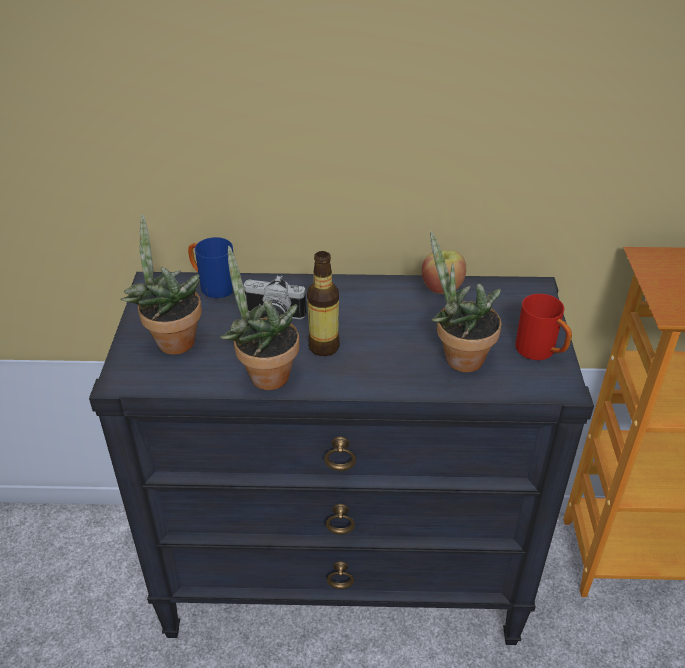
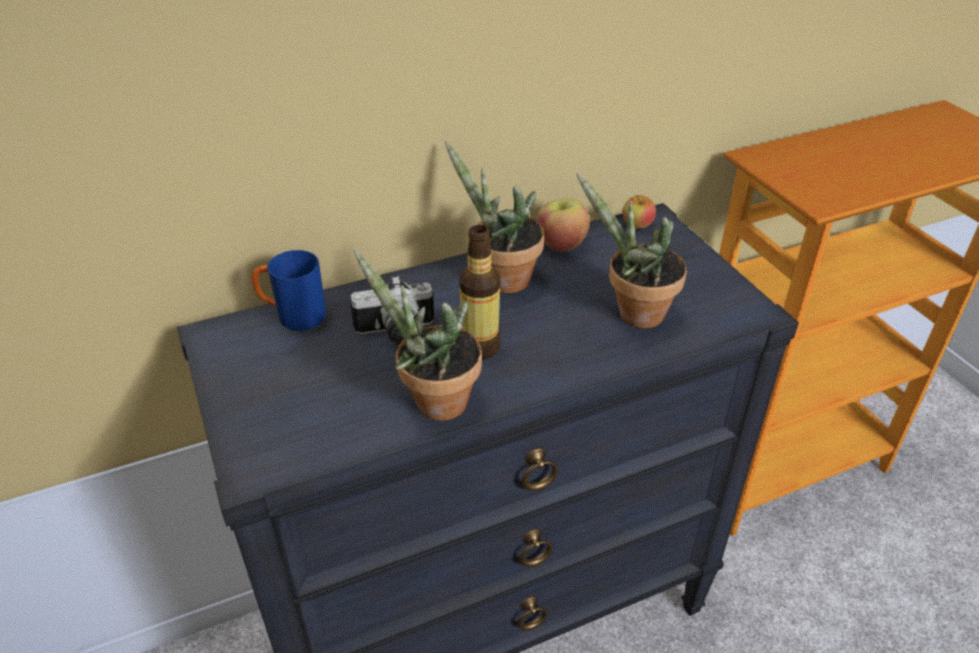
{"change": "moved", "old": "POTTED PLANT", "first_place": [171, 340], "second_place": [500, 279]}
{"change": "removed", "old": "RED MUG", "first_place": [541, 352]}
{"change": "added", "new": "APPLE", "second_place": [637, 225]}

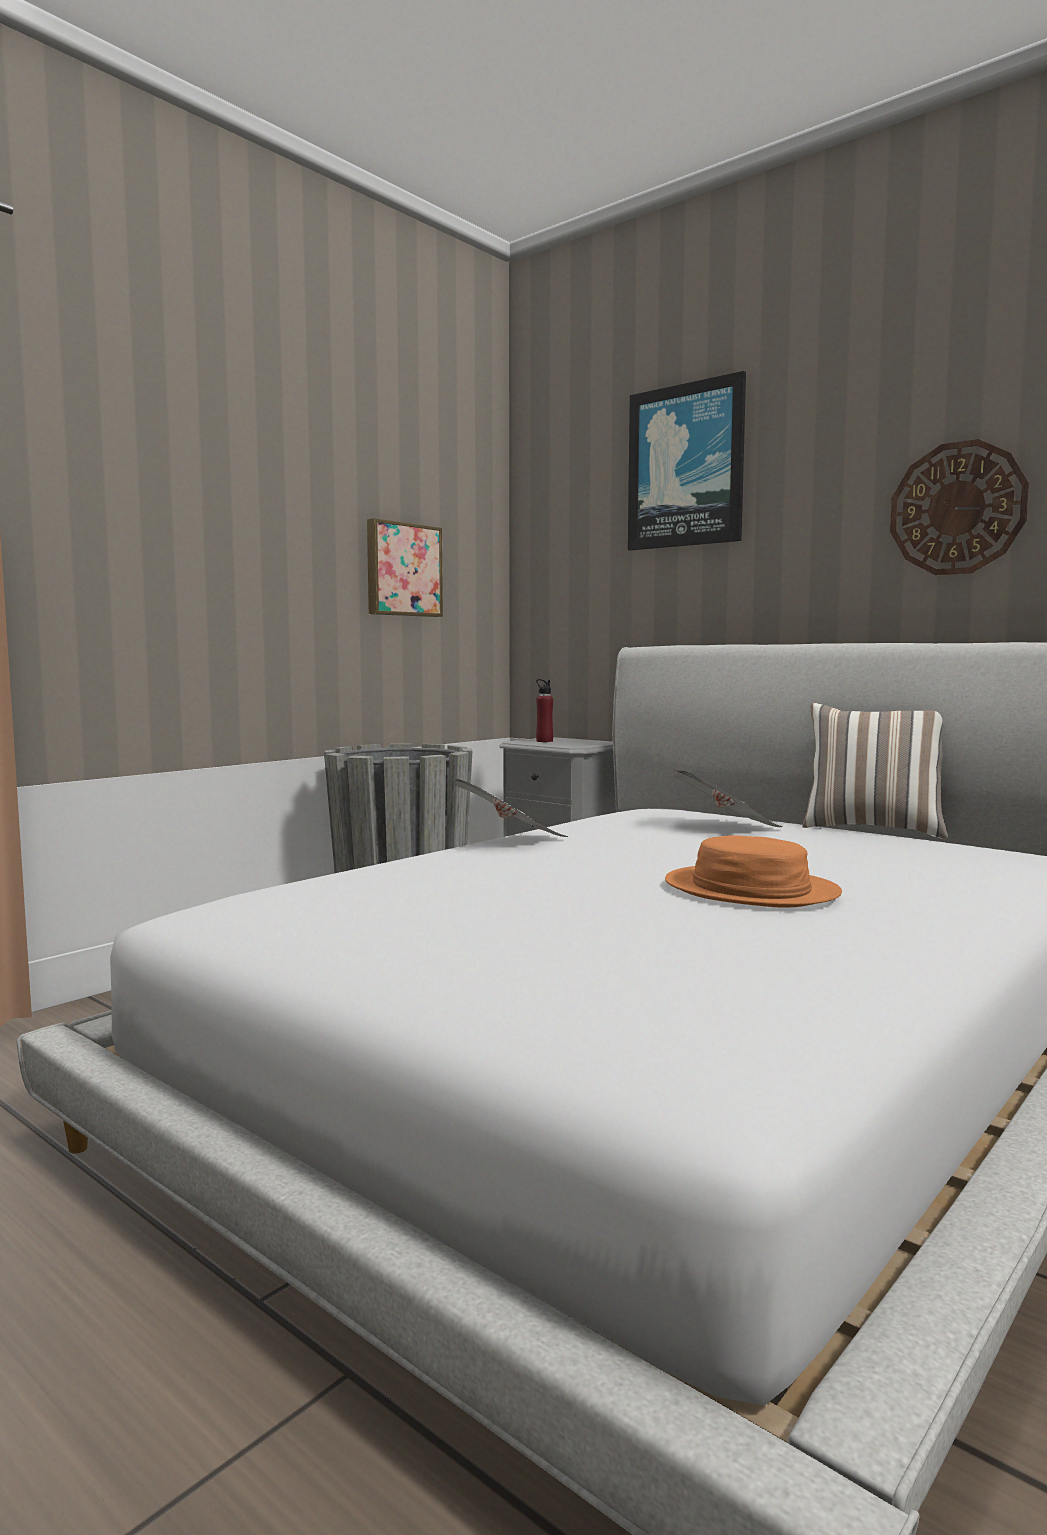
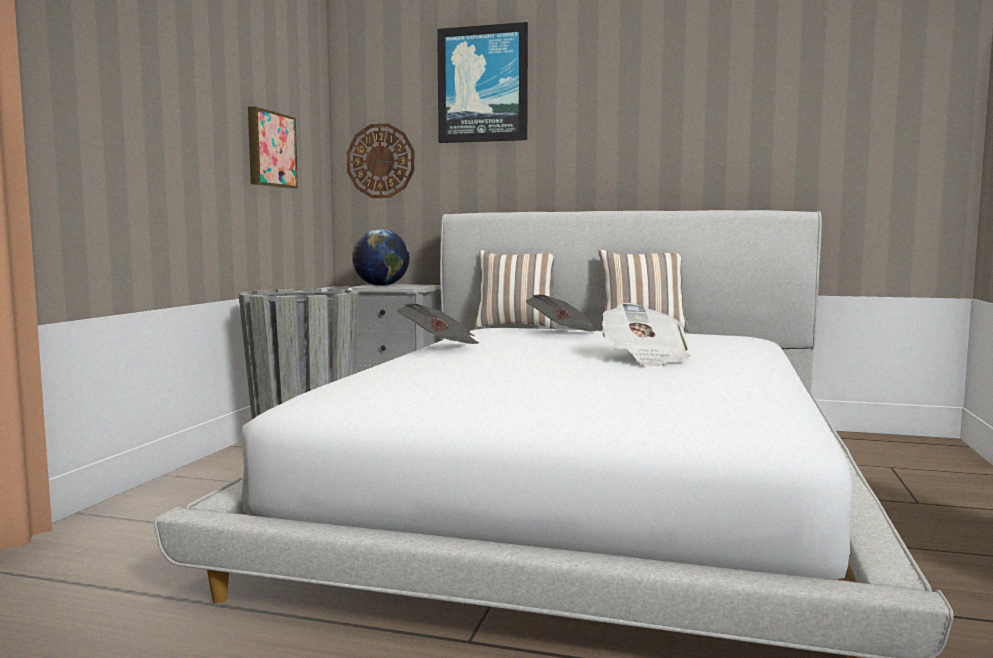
{"change": "moved", "old": "WALL CLOCK", "first_place": [957, 508], "second_place": [381, 161]}
{"change": "replaced", "old": "RED BOTTLE", "new": "GLOBE", "first_place": [544, 741], "second_place": [381, 285]}
{"change": "replaced", "old": "ORANGE HAT", "new": "NEWSPAPER", "first_place": [750, 890], "second_place": [644, 359]}
{"change": "added", "new": "PILLOW", "second_place": [517, 326]}

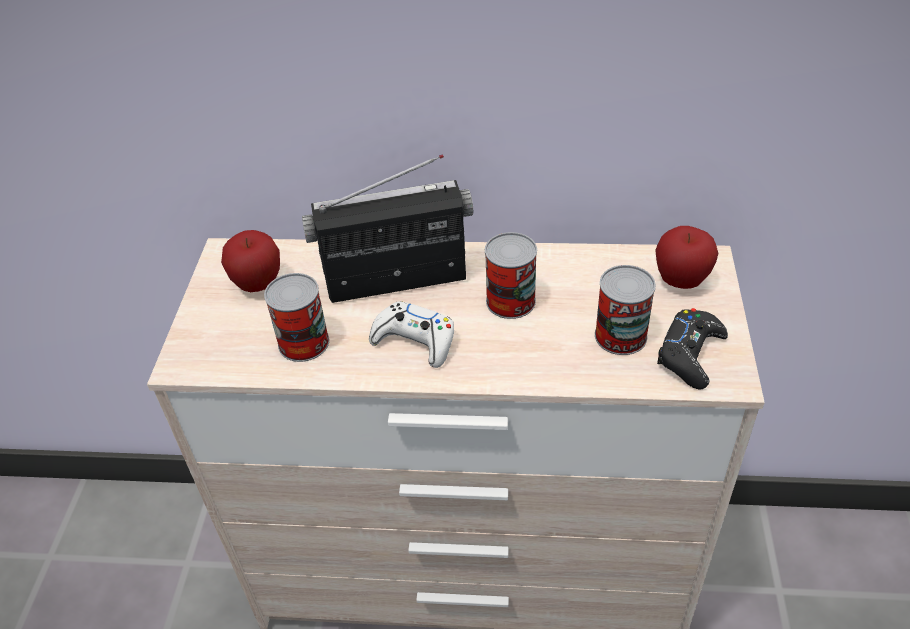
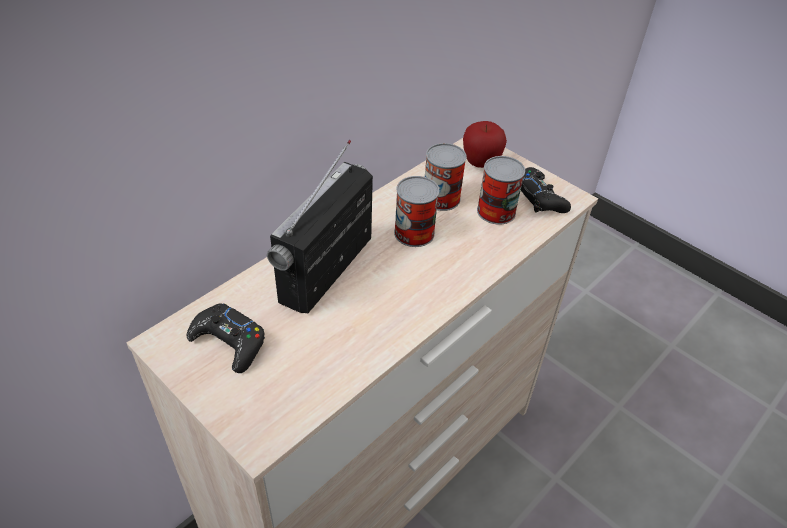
{"change": "replaced", "old": "APPLE", "new": "BLACK GAME CONTROLLER", "first_place": [258, 284], "second_place": [229, 343]}
{"change": "moved", "old": "CAN", "first_place": [303, 342], "second_place": [441, 198]}
{"change": "removed", "old": "WHITE GAME CONTROLLER", "first_place": [415, 341]}

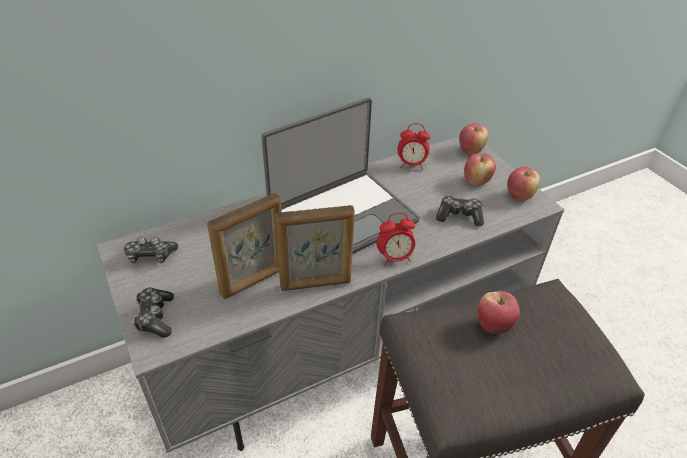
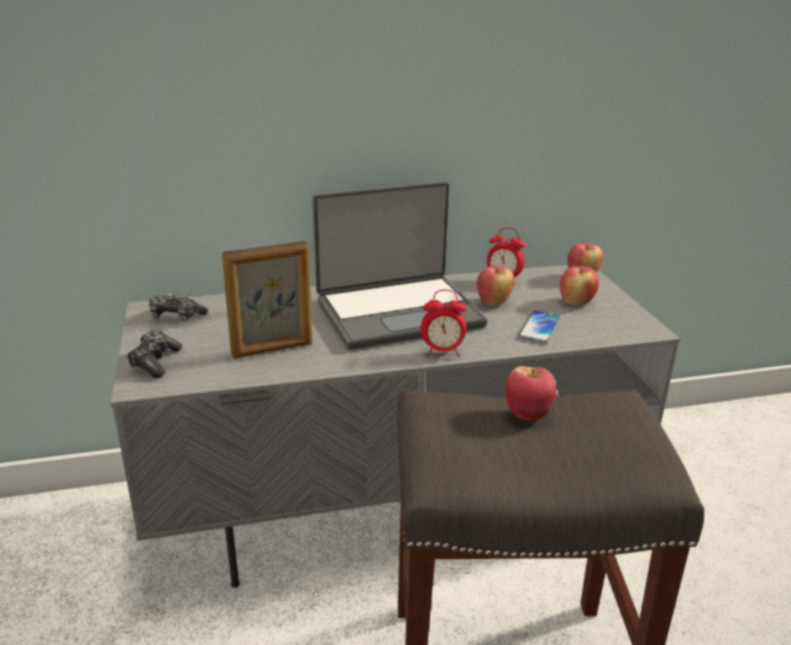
{"change": "moved", "old": "APPLE", "first_place": [519, 196], "second_place": [493, 302]}
{"change": "replaced", "old": "GAME CONTROLLER", "new": "PHONE", "first_place": [459, 216], "second_place": [539, 328]}
{"change": "removed", "old": "PICTURE FRAME", "first_place": [316, 284]}

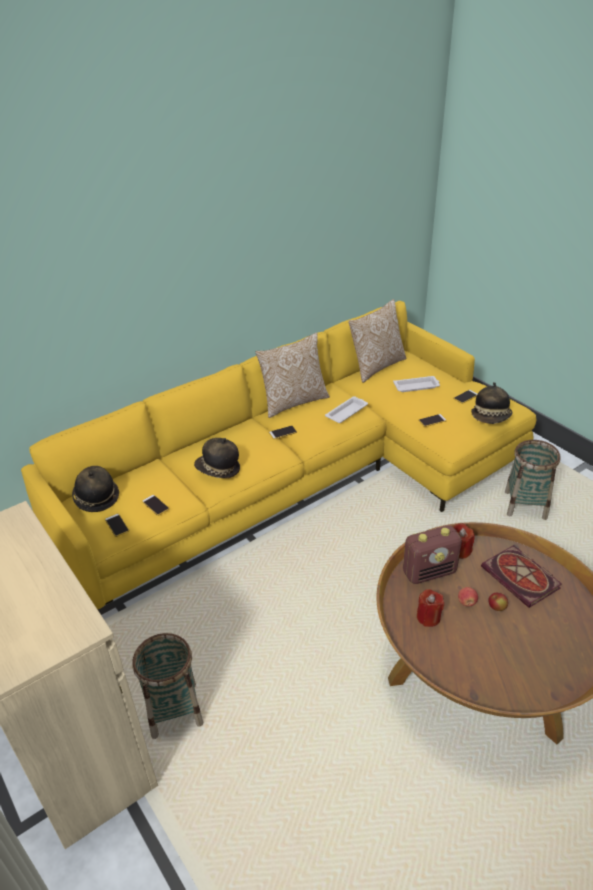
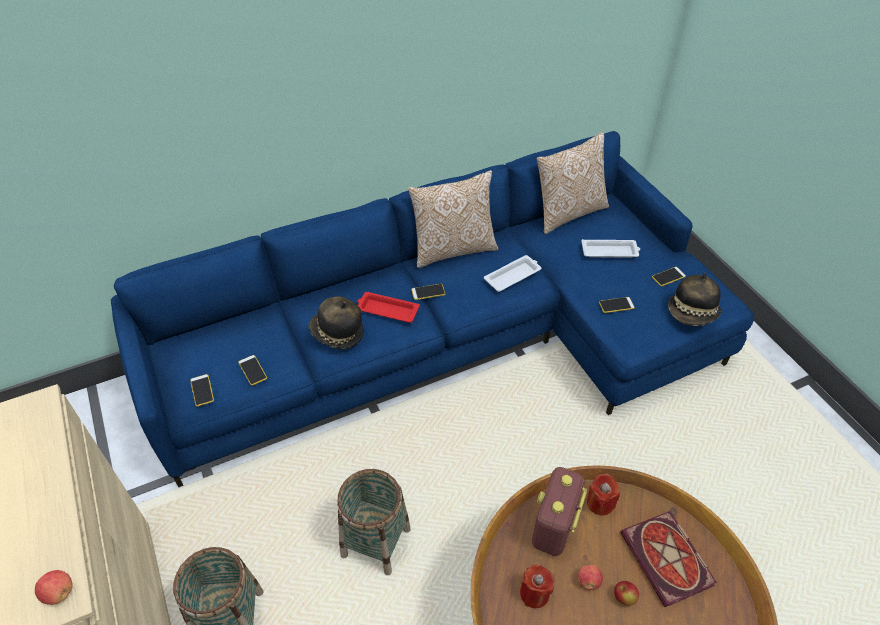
{"change": "recoloured", "old": "YELLOW SOFA", "new": "BLUE SOFA", "first_place": [304, 480], "second_place": [454, 342]}
{"change": "moved", "old": "BASKET", "first_place": [525, 505], "second_place": [376, 542]}
{"change": "removed", "old": "HAT", "first_place": [96, 498]}
{"change": "turned", "old": "RADIO", "first_place": [429, 572], "second_place": [554, 527], "degrees": 120}
{"change": "added", "new": "RED TRAY", "second_place": [387, 310]}
{"change": "added", "new": "APPLE", "second_place": [59, 593]}

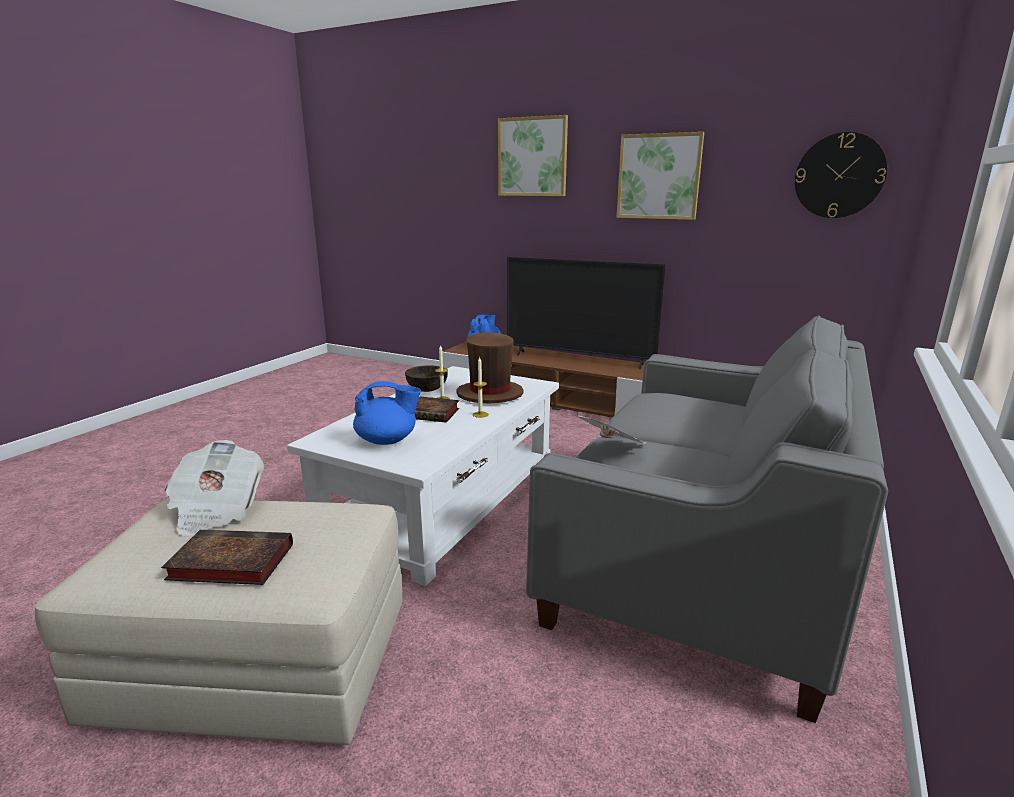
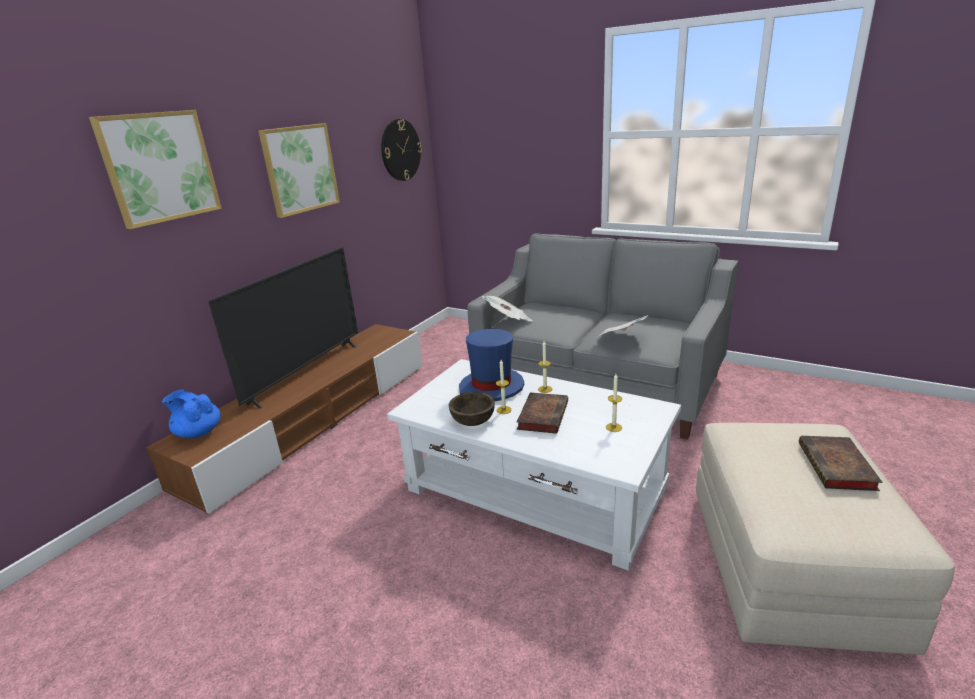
{"change": "recoloured", "old": "BROWN HAT", "new": "BLUE HAT", "first_place": [489, 394], "second_place": [491, 387]}
{"change": "replaced", "old": "BLUE TEAPOT", "new": "CANDLE", "first_place": [387, 440], "second_place": [613, 427]}
{"change": "moved", "old": "NEWSPAPER", "first_place": [216, 509], "second_place": [508, 320]}

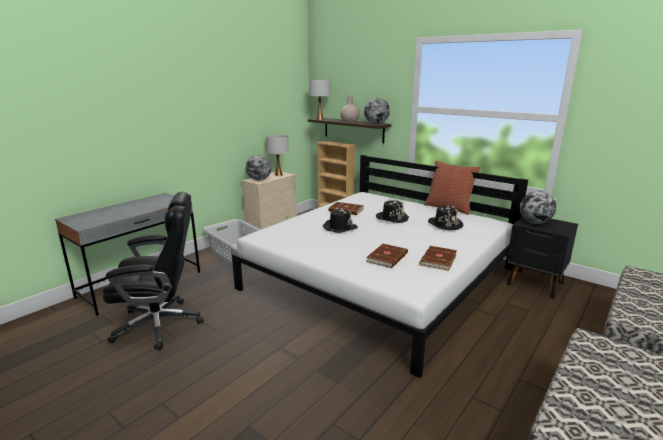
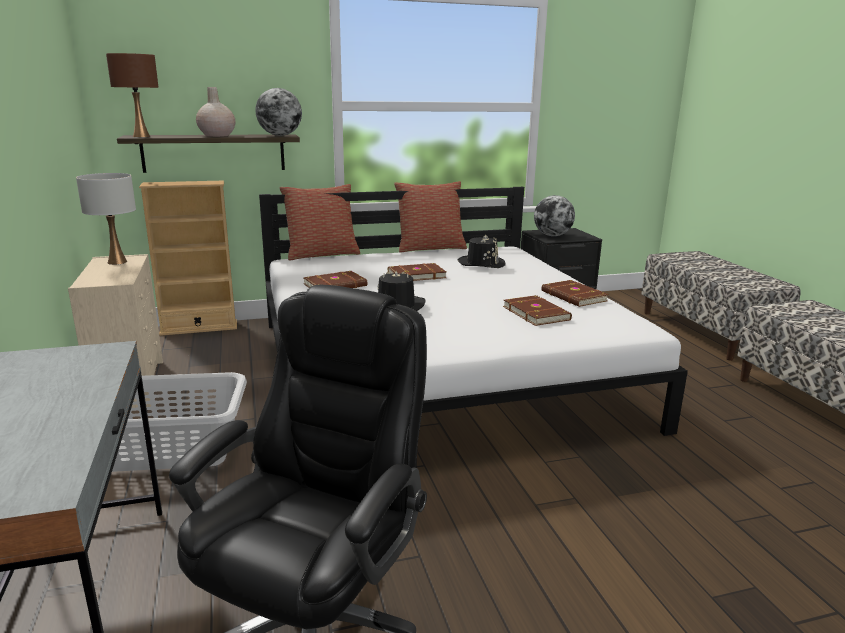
{"change": "recoloured", "old": "WHITE TABLE LAMP", "new": "BROWN TABLE LAMP", "first_place": [319, 119], "second_place": [141, 136]}
{"change": "removed", "old": "GLOBE", "first_place": [259, 180]}
{"change": "replaced", "old": "BLACK HAT", "new": "BROWN BOOK", "first_place": [392, 218], "second_place": [416, 275]}
{"change": "added", "new": "PILLOW", "second_place": [322, 254]}

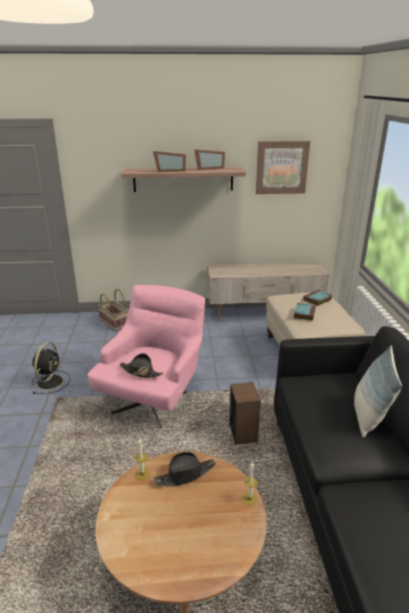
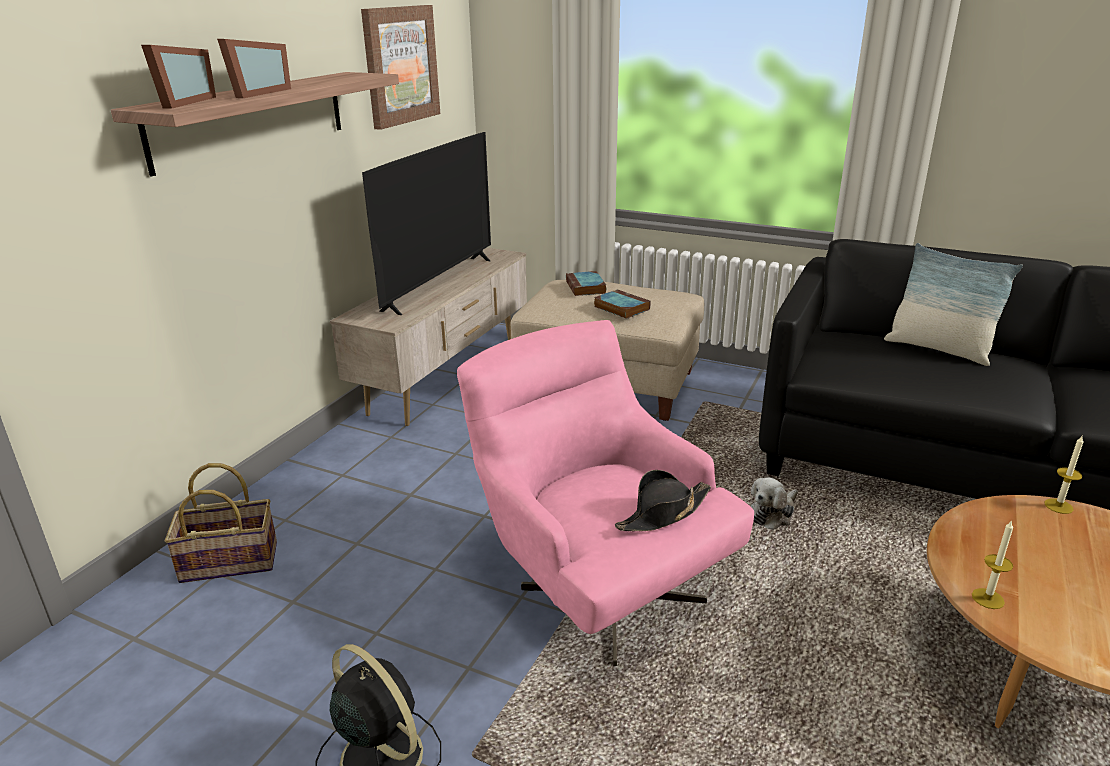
{"change": "moved", "old": "PICTURE FRAME", "first_place": [208, 168], "second_place": [180, 103]}
{"change": "replaced", "old": "SPEAKER", "new": "PLUSH TOY", "first_place": [243, 433], "second_place": [773, 514]}
{"change": "removed", "old": "BLACK HAT", "first_place": [185, 474]}
{"change": "added", "new": "TELEVISION", "second_place": [439, 284]}

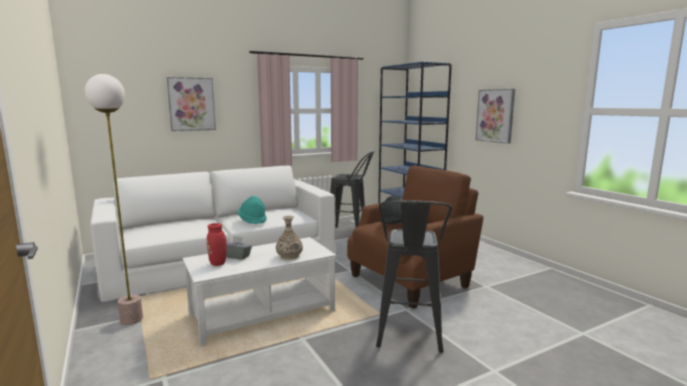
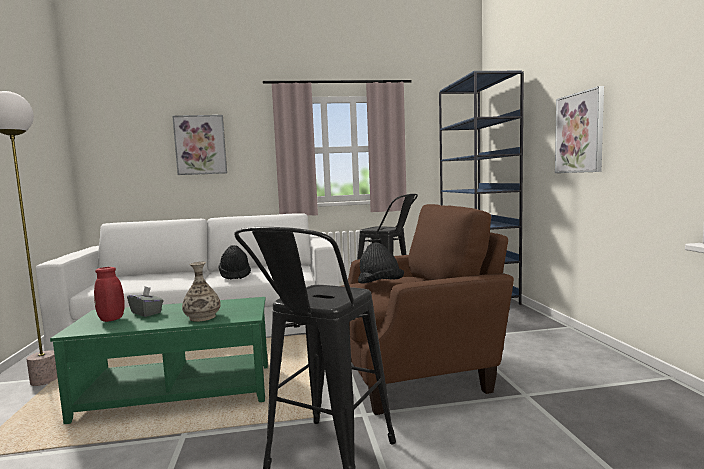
{"change": "recoloured", "old": "TURQUOISE HAT", "new": "BLACK HAT", "first_place": [253, 220], "second_place": [235, 275]}
{"change": "recoloured", "old": "WHITE COFFEE TABLE", "new": "GREEN COFFEE TABLE", "first_place": [262, 312], "second_place": [179, 391]}

